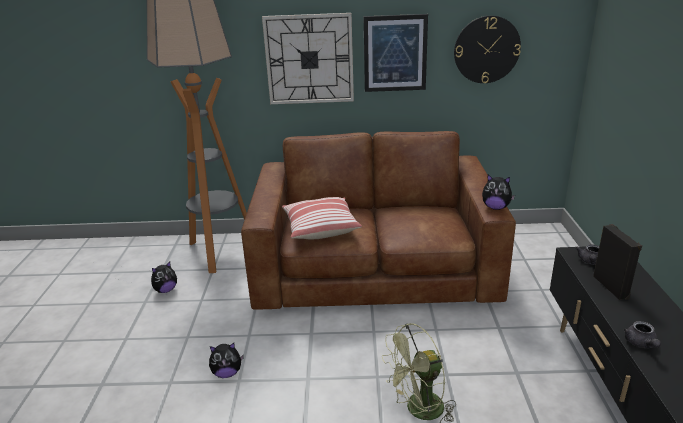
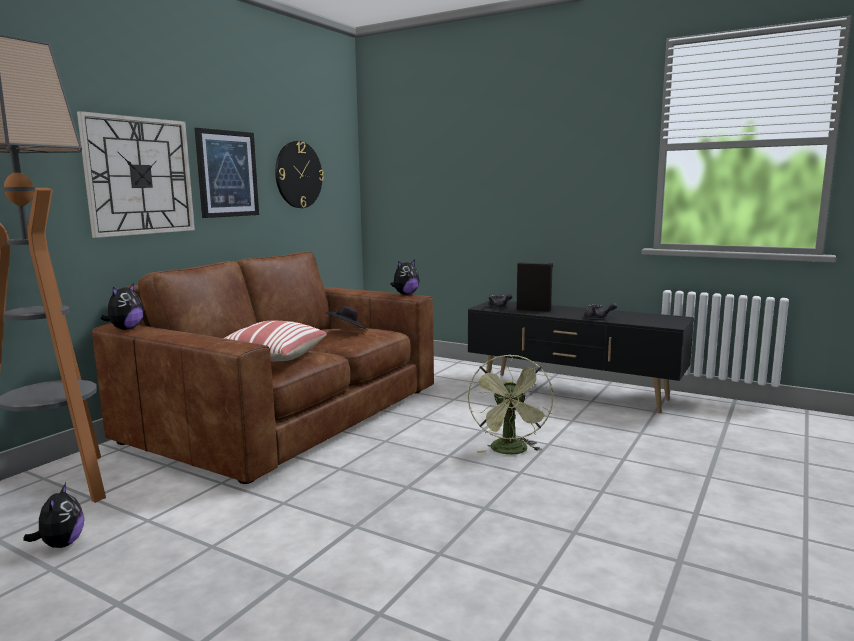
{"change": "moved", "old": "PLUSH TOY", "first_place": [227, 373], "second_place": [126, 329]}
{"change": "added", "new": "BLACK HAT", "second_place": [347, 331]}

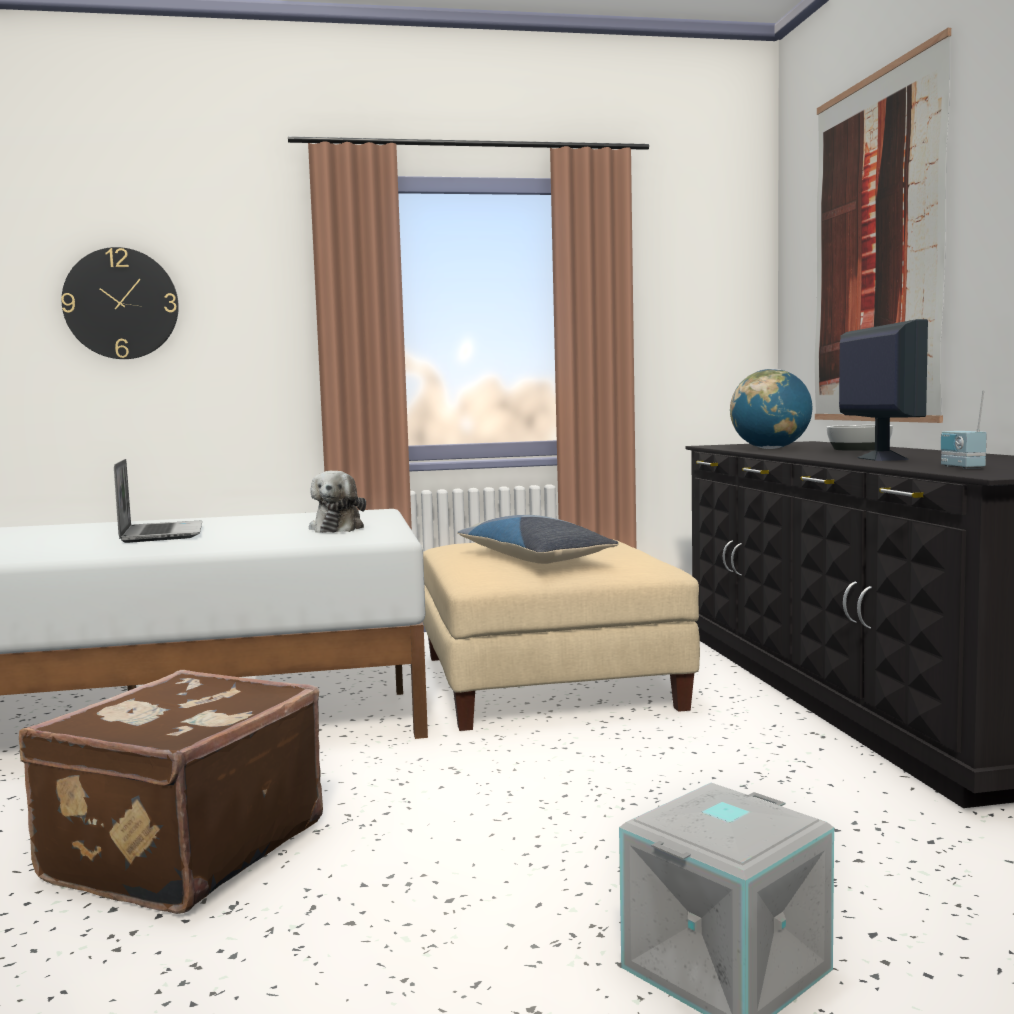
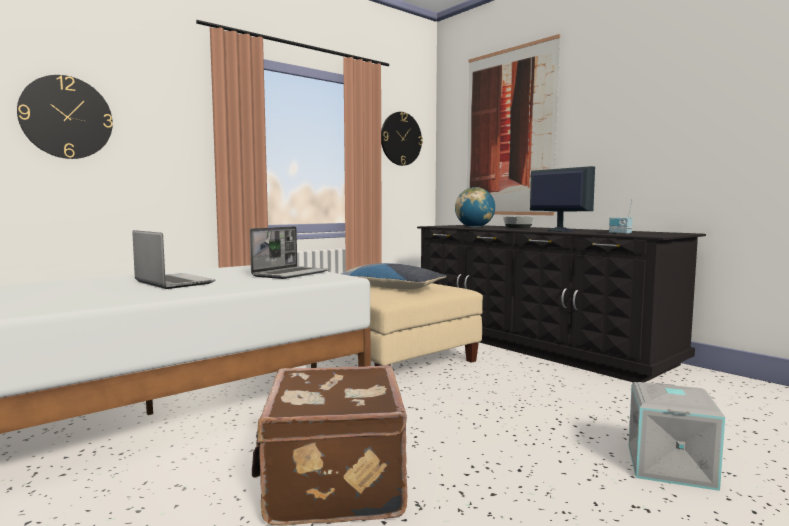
{"change": "replaced", "old": "PLUSH TOY", "new": "LAPTOP", "first_place": [338, 528], "second_place": [291, 274]}
{"change": "added", "new": "WALL CLOCK", "second_place": [401, 139]}

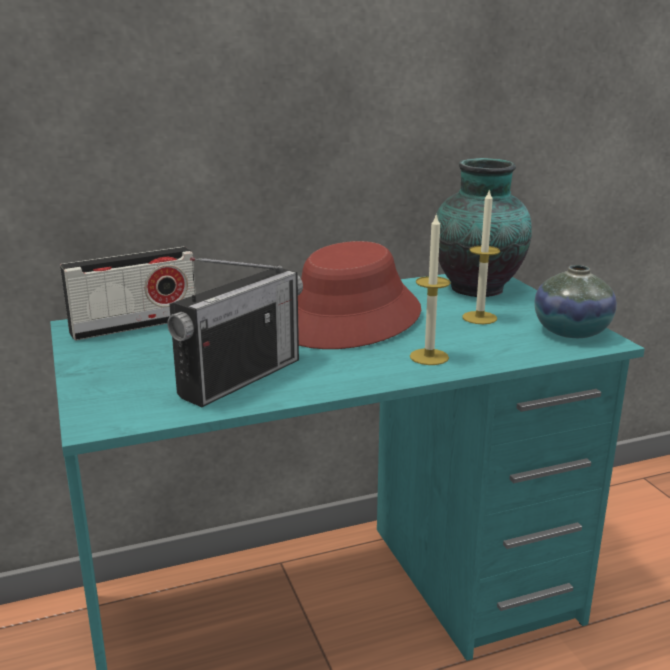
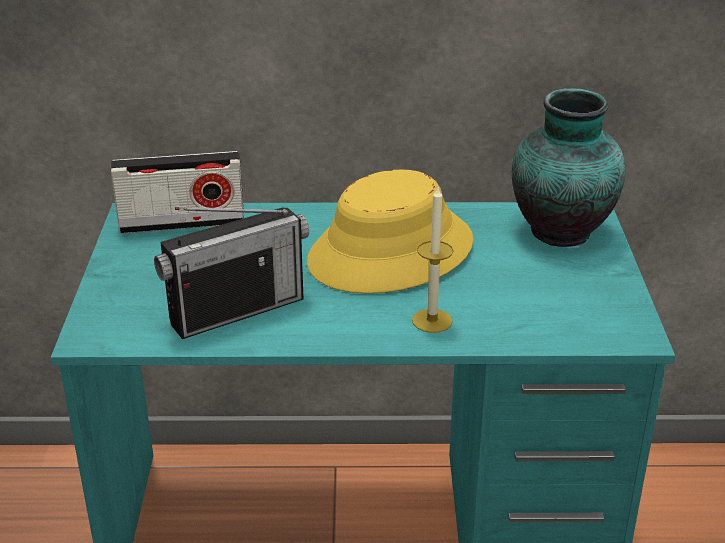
{"change": "removed", "old": "CANDLE", "first_place": [479, 318]}
{"change": "recoloured", "old": "RED HAT", "new": "YELLOW HAT", "first_place": [350, 319], "second_place": [391, 252]}
{"change": "removed", "old": "VASE", "first_place": [571, 332]}

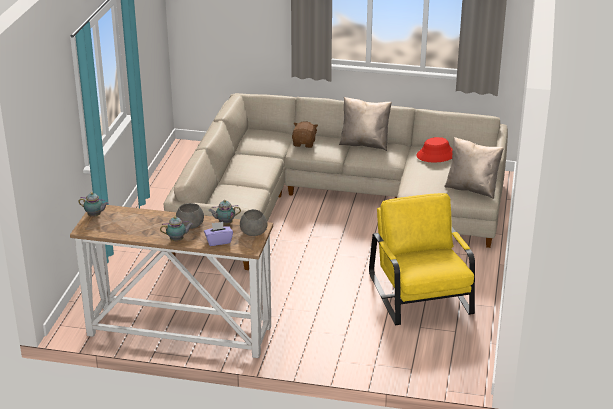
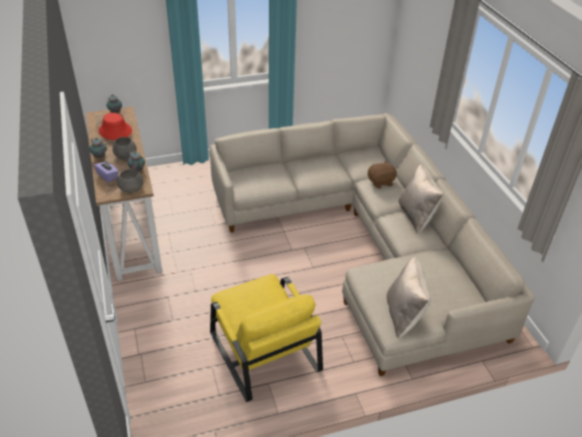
{"change": "moved", "old": "RED HAT", "first_place": [436, 155], "second_place": [115, 131]}
{"change": "turned", "old": "YELLOW ARMCHAIR", "first_place": [421, 295], "second_place": [263, 350], "degrees": 105}

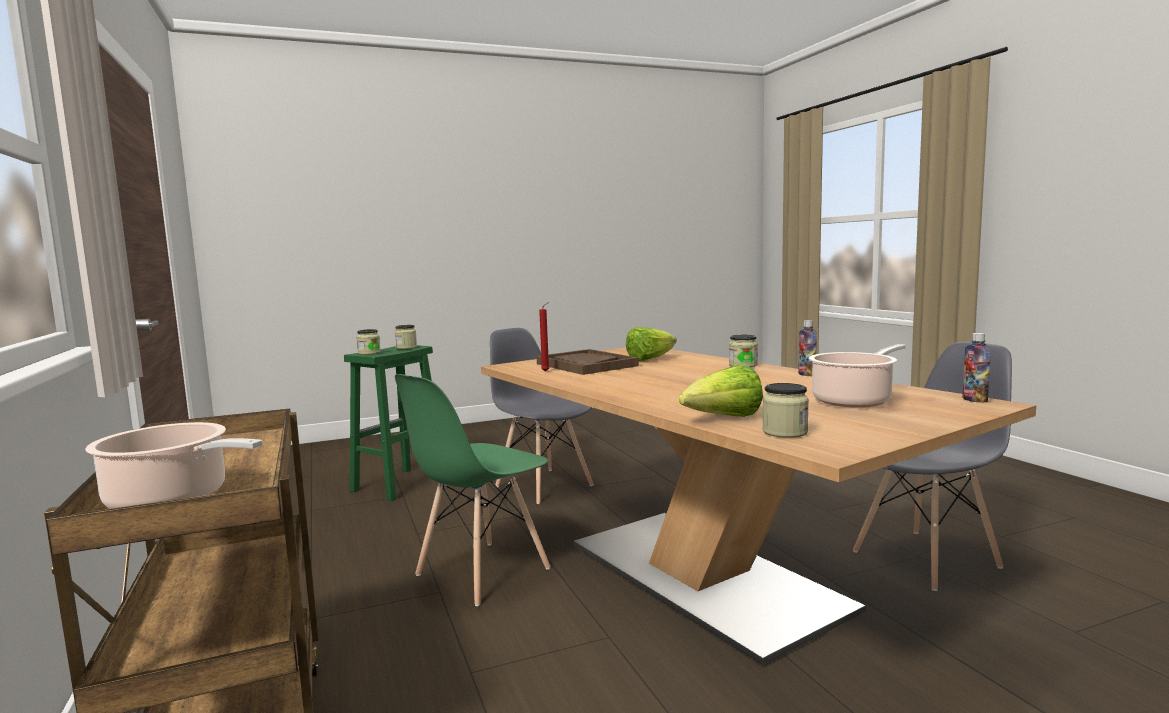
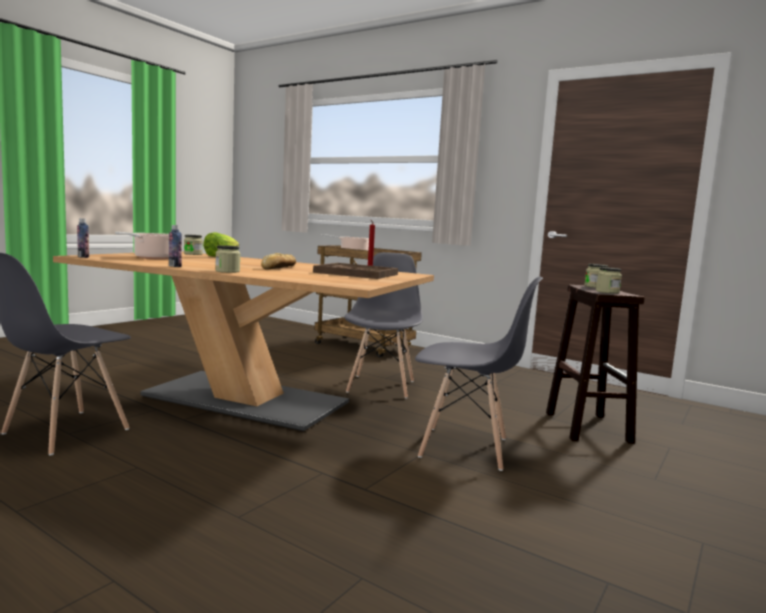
{"change": "removed", "old": "LETTUCE", "first_place": [650, 359]}
{"change": "recoloured", "old": "GREEN STOOL", "new": "BROWN STOOL", "first_place": [398, 485], "second_place": [586, 427]}
{"change": "recoloured", "old": "GREEN CHAIR", "new": "GREY CHAIR", "first_place": [482, 572], "second_place": [381, 386]}
{"change": "added", "new": "BREAD", "second_place": [279, 267]}

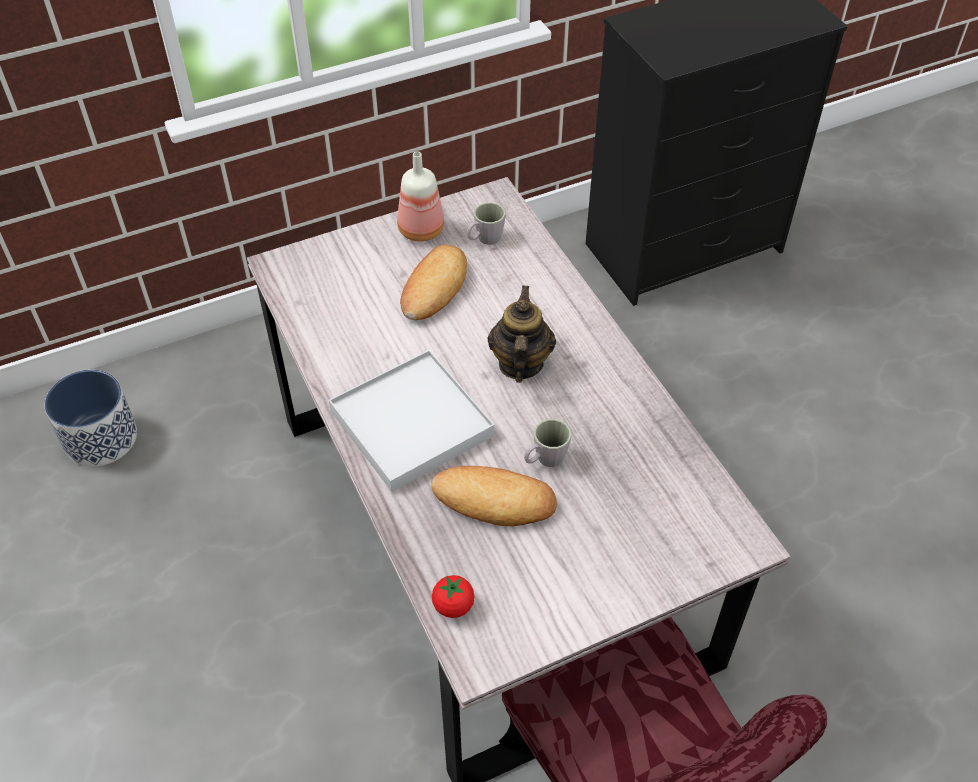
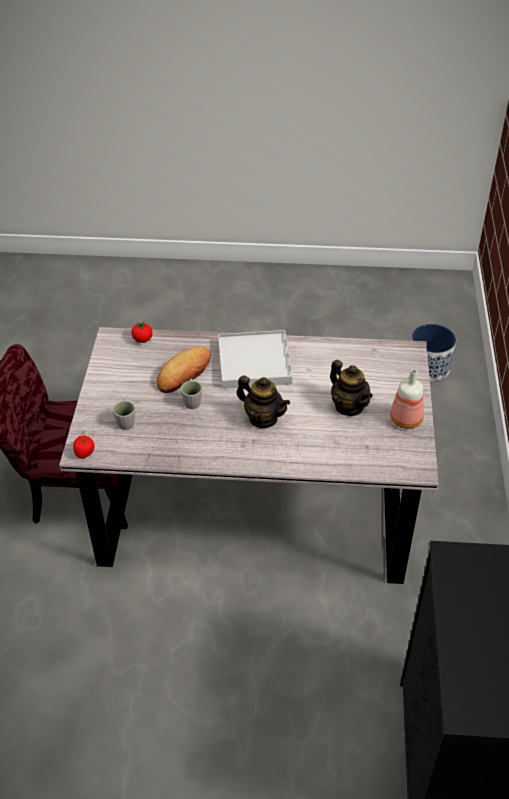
{"change": "moved", "old": "GREY MUG", "first_place": [484, 239], "second_place": [126, 421]}
{"change": "replaced", "old": "BREAD", "new": "TEAPOT", "first_place": [434, 288], "second_place": [349, 406]}
{"change": "added", "new": "TOMATO", "second_place": [84, 453]}

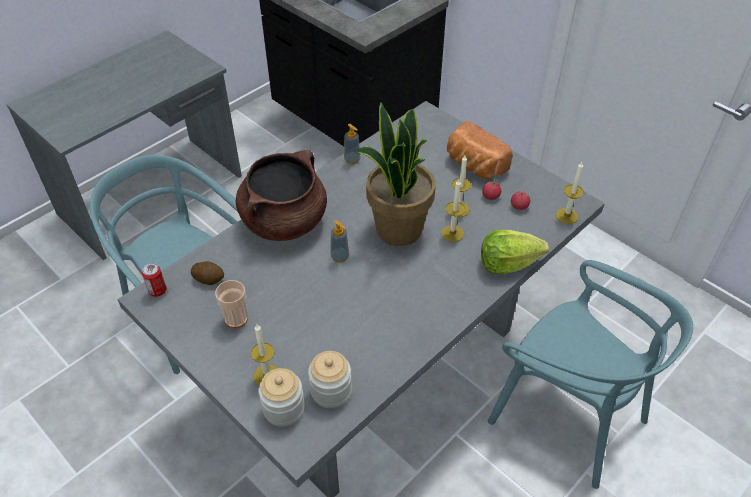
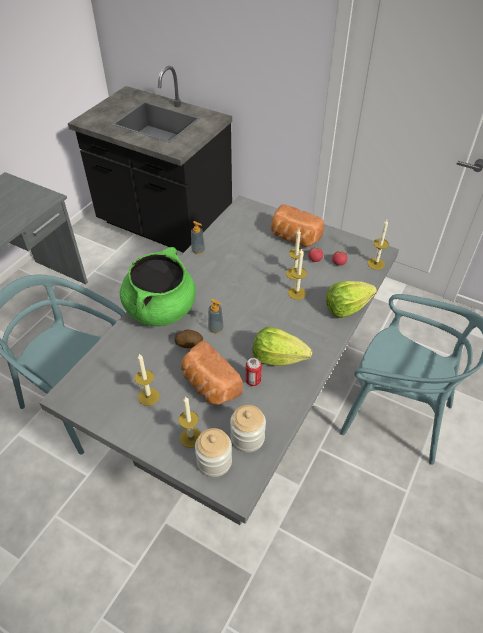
{"change": "removed", "old": "POTTED PLANT", "first_place": [398, 229]}
{"change": "recoloured", "old": "BROWN COOKING POT", "new": "GREEN COOKING POT", "first_place": [284, 221], "second_place": [161, 309]}
{"change": "moved", "old": "POTATO", "first_place": [209, 279], "second_place": [189, 344]}
{"change": "moved", "old": "CAN", "first_place": [158, 291], "second_place": [253, 380]}
{"change": "replaced", "old": "CUP", "new": "CANDLE", "first_place": [236, 319], "second_place": [148, 396]}
{"change": "added", "new": "LETTUCE", "second_place": [278, 358]}
{"change": "added", "new": "BREAD", "second_place": [209, 385]}

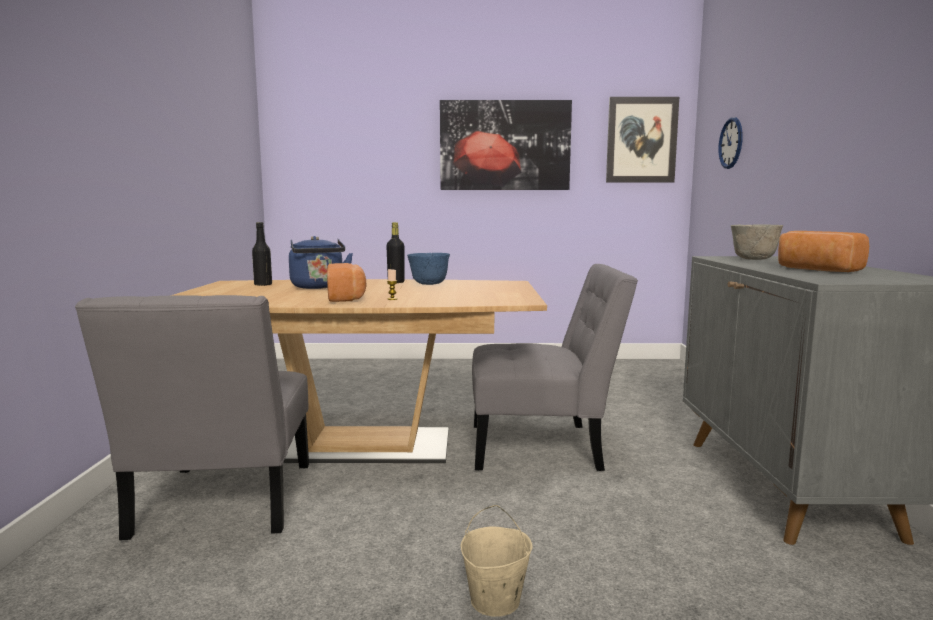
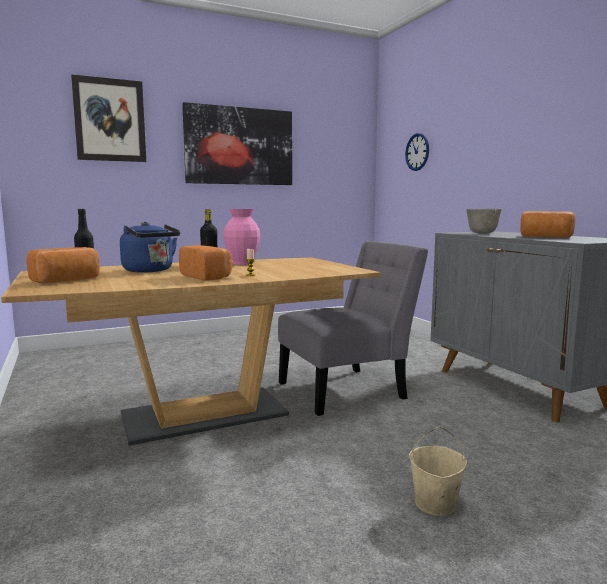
{"change": "moved", "old": "PICTURE", "first_place": [641, 140], "second_place": [110, 120]}
{"change": "replaced", "old": "BLUE BOWL", "new": "PINK VASE", "first_place": [429, 284], "second_place": [243, 263]}
{"change": "removed", "old": "GREY CHAIR", "first_place": [221, 505]}
{"change": "added", "new": "BREAD", "second_place": [67, 280]}

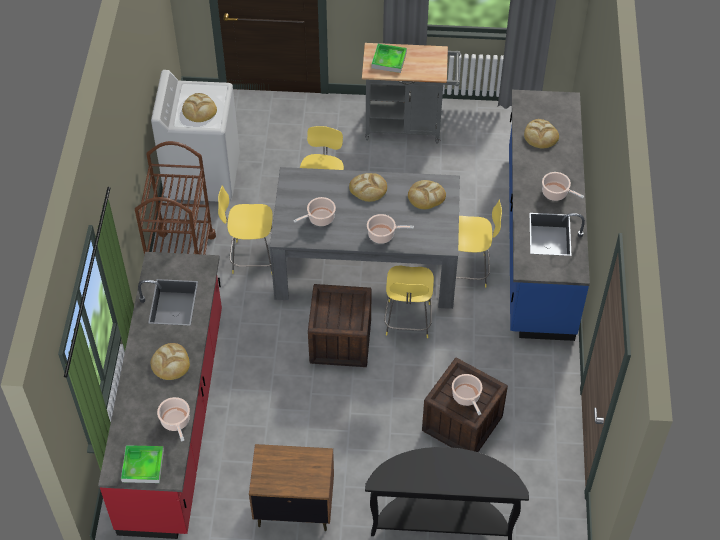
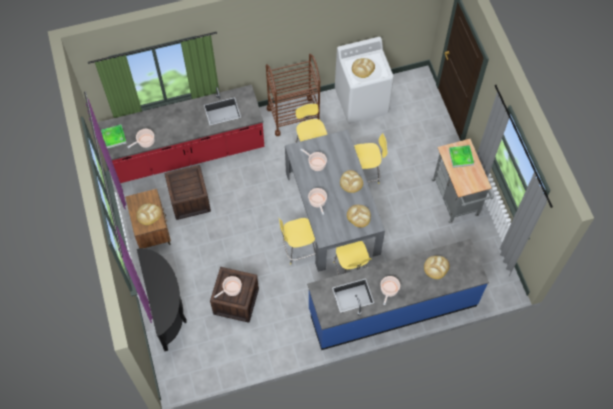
{"change": "moved", "old": "CRATE", "first_place": [340, 341], "second_place": [189, 200]}
{"change": "moved", "old": "BREAD", "first_place": [170, 363], "second_place": [148, 214]}

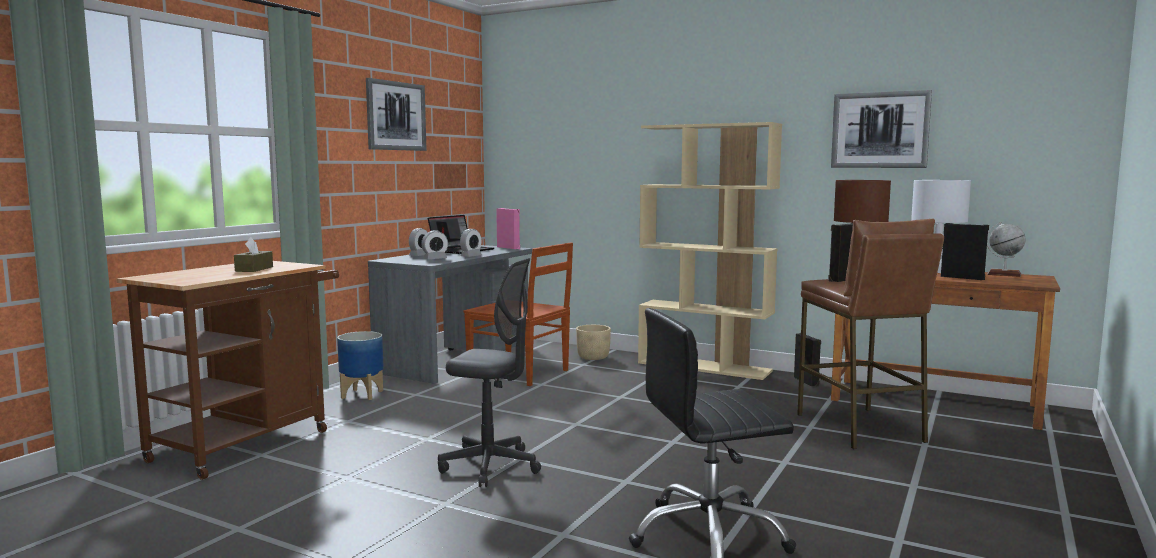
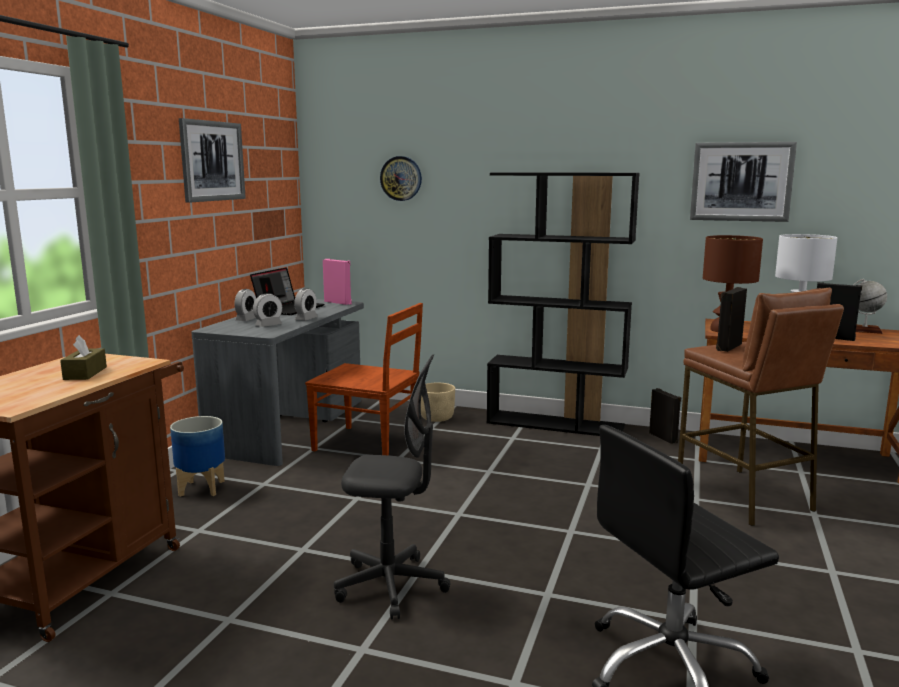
{"change": "recoloured", "old": "BEIGE BOOKCASE", "new": "BLACK BOOKCASE", "first_place": [705, 367], "second_place": [556, 424]}
{"change": "added", "new": "WALL CLOCK", "second_place": [401, 178]}

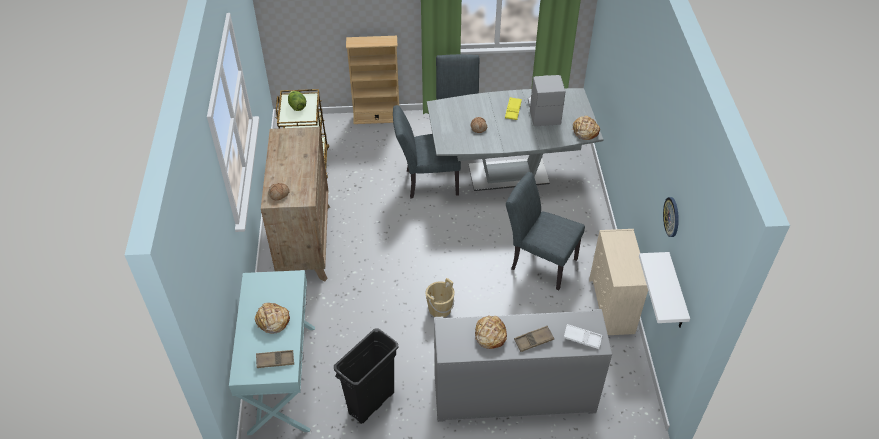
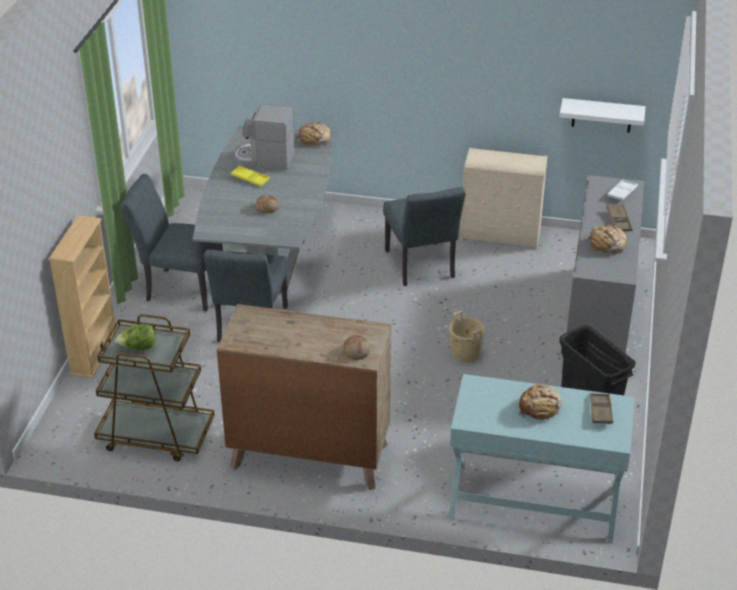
{"change": "turned", "old": "GREY CHAIR", "first_place": [539, 262], "second_place": [421, 268], "degrees": -60}
{"change": "removed", "old": "WALL CLOCK", "first_place": [672, 217]}

